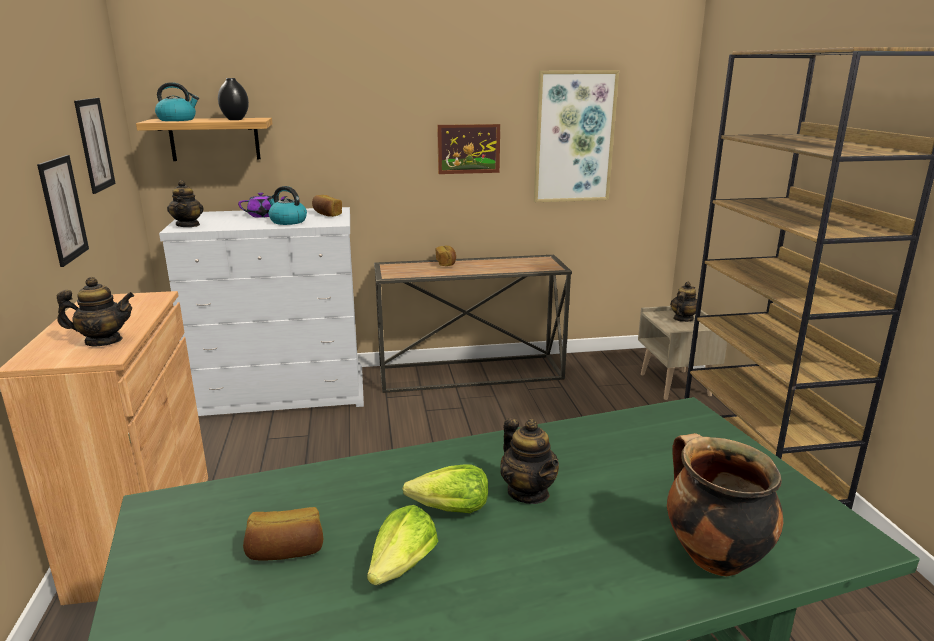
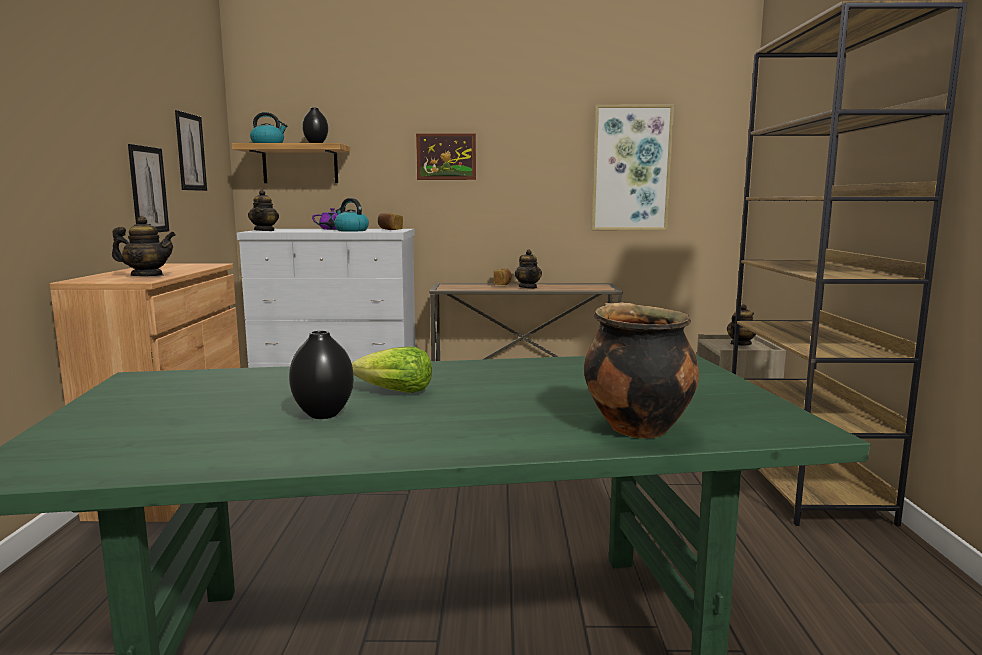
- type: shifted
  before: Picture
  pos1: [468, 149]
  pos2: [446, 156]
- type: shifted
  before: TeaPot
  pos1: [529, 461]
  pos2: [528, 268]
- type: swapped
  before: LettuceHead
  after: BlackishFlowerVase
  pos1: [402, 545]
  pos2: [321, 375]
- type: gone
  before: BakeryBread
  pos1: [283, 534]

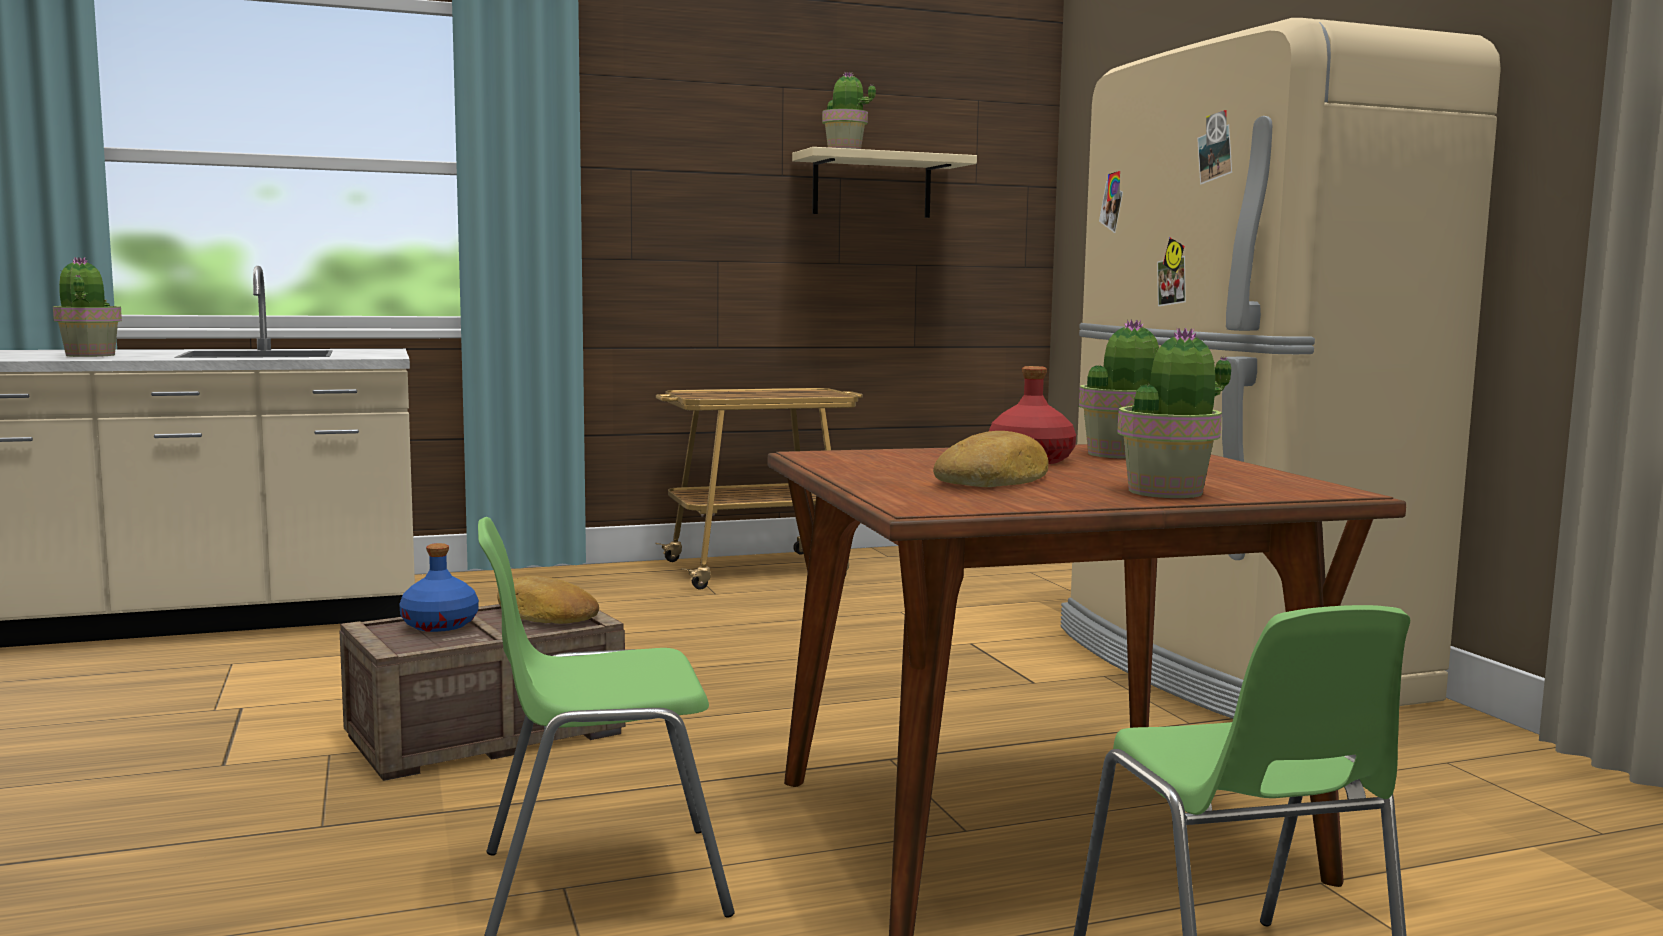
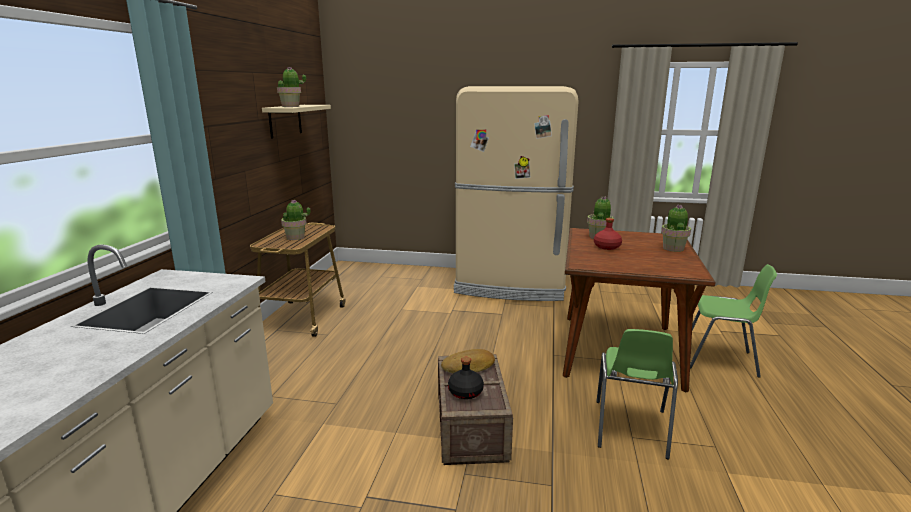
- type: shifted
  before: PlantInAPot
  pos1: [87, 307]
  pos2: [296, 220]
- type: gone
  before: BakeryBread
  pos1: [991, 459]
- type: repainted
  before: BlueBottle
  after: BlackishBottle
  pos1: [439, 587]
  pos2: [466, 378]

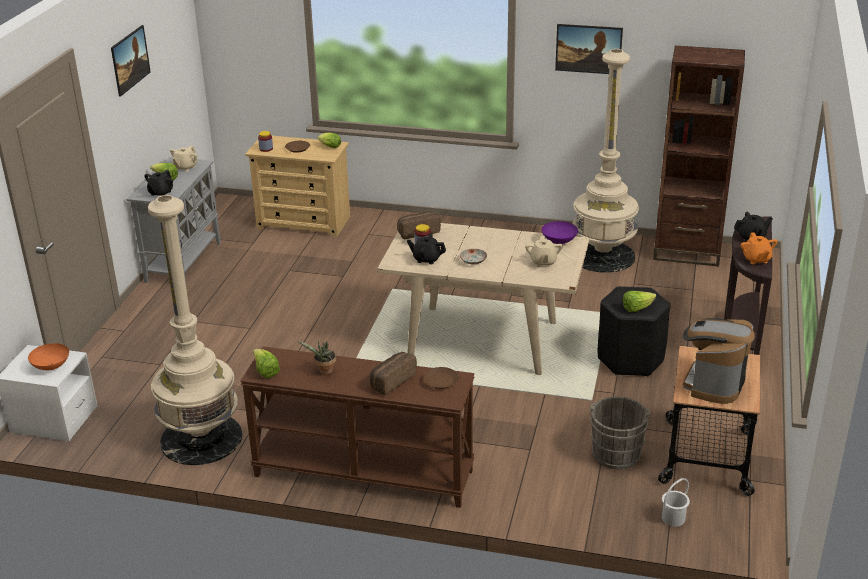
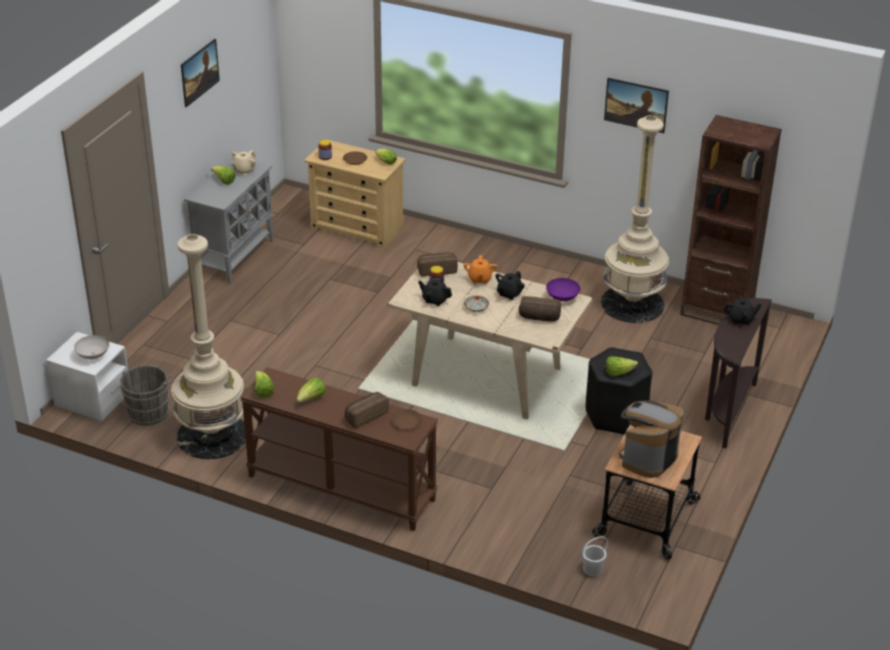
- type: shifted
  before: BlackishTeaPot
  pos1: [158, 183]
  pos2: [510, 285]
- type: shifted
  before: OrangeColouredTeaPot
  pos1: [759, 248]
  pos2: [480, 269]
- type: swapped
  before: BeigeColouredTeaPot
  after: BakeryBread
  pos1: [544, 251]
  pos2: [540, 308]
- type: swapped
  before: PlantInAPot
  after: LettuceHead
  pos1: [317, 358]
  pos2: [311, 390]
- type: repainted
  before: OrangeColouredDeepDish
  after: WhiteDeepDish
  pos1: [48, 356]
  pos2: [91, 347]
- type: shifted
  before: GreyishPail
  pos1: [620, 433]
  pos2: [147, 395]

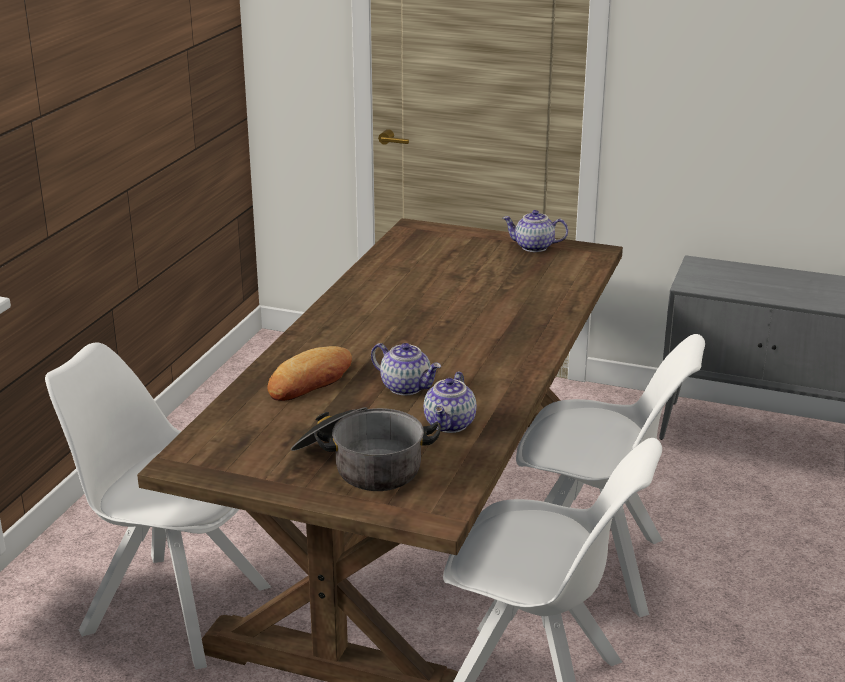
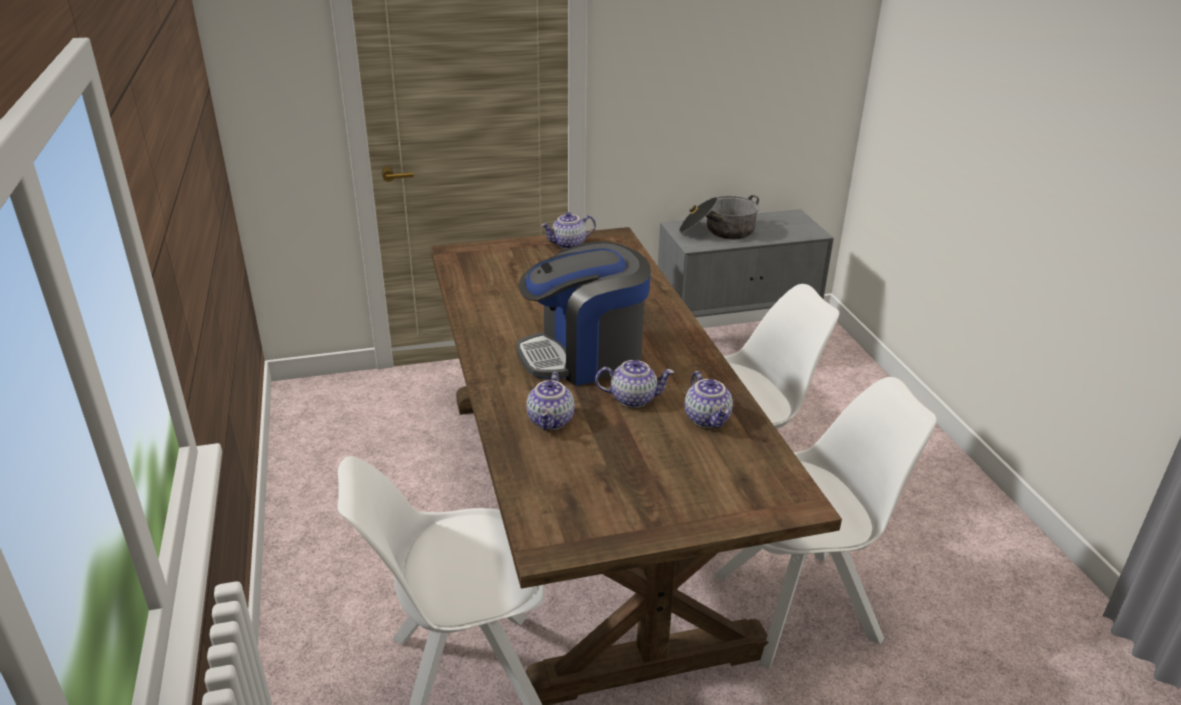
- type: swapped
  before: BakeryBread
  after: TeaPot
  pos1: [310, 373]
  pos2: [550, 401]
- type: shifted
  before: Saucepot
  pos1: [366, 449]
  pos2: [719, 217]
- type: new
  after: CoffeeMaker
  pos2: [584, 313]

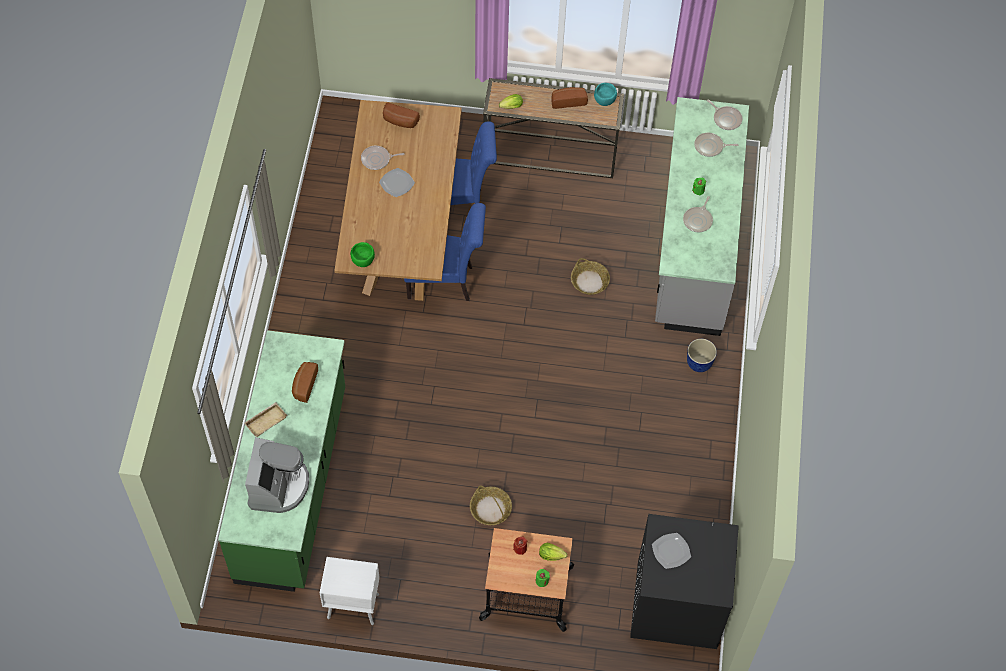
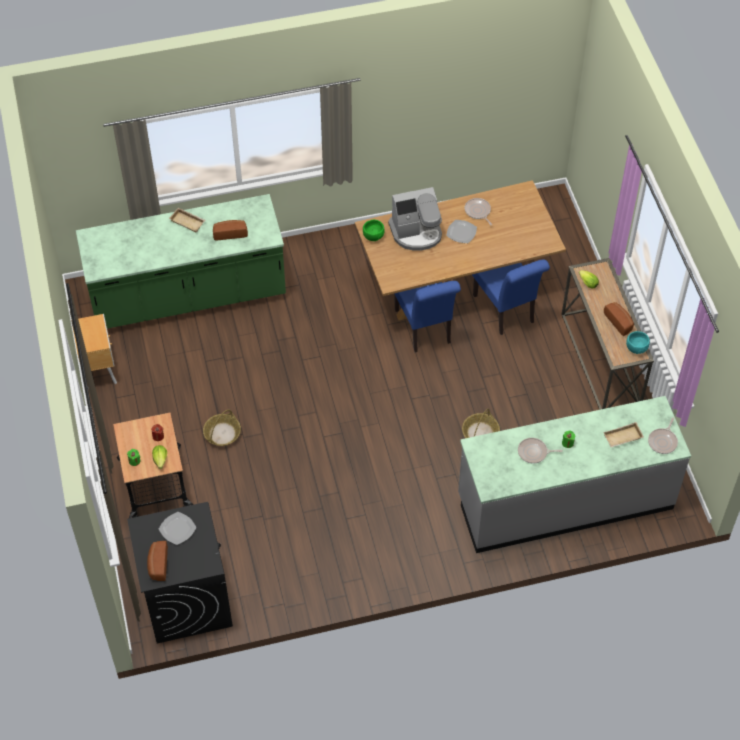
- type: shifted
  before: BakeryBread
  pos1: [401, 115]
  pos2: [157, 561]
- type: swapped
  before: Skillet
  after: BeigeColouredTray
  pos1: [716, 145]
  pos2: [623, 434]
- type: gone
  before: Planter
  pos1: [702, 355]
- type: shifted
  before: CoffeeMaker
  pos1: [277, 475]
  pos2: [415, 218]
- type: repainted
  before: WhiteBedsideTable
  after: BrownishBedsideTable
  pos1: [350, 591]
  pos2: [94, 349]

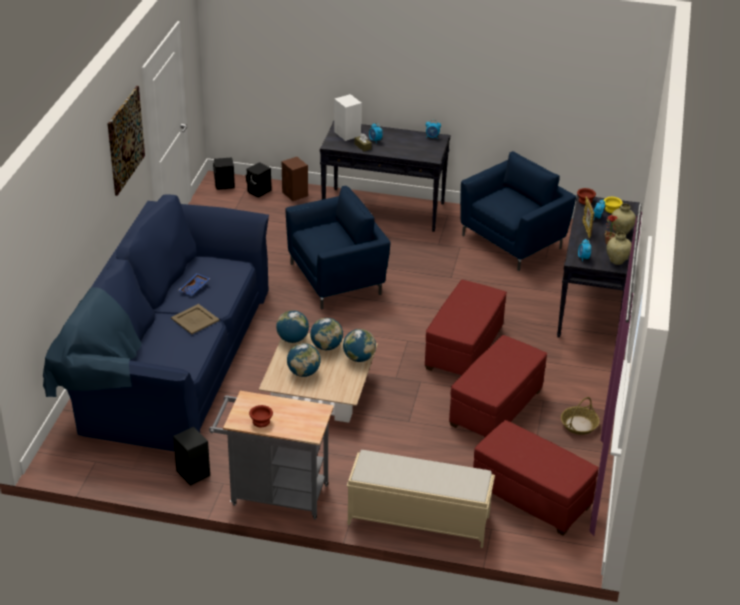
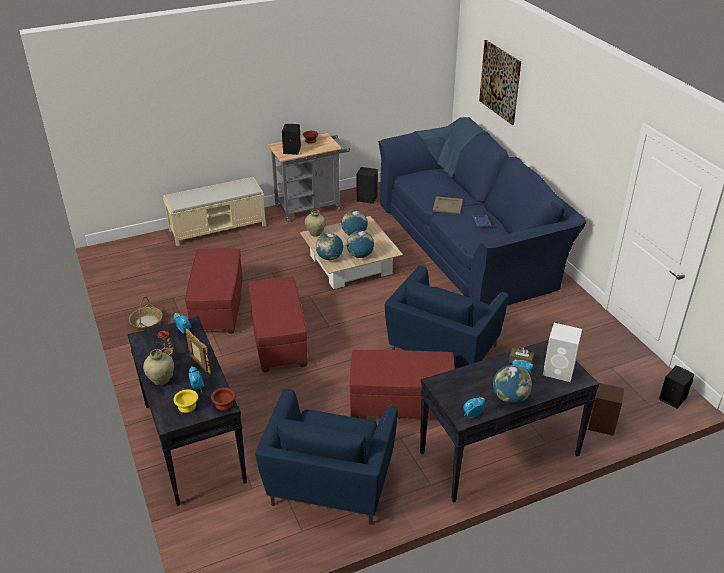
- type: shifted
  before: Picture
  pos1: [126, 141]
  pos2: [500, 82]
- type: shifted
  before: BlackishLoudspeaker
  pos1: [259, 180]
  pos2: [291, 139]
- type: shifted
  before: BeigeColouredFlowerVase
  pos1: [619, 248]
  pos2: [315, 223]
- type: shifted
  before: Globe
  pos1: [292, 326]
  pos2: [512, 384]
- type: shifted
  before: ReddishOttoman
  pos1: [536, 478]
  pos2: [402, 384]

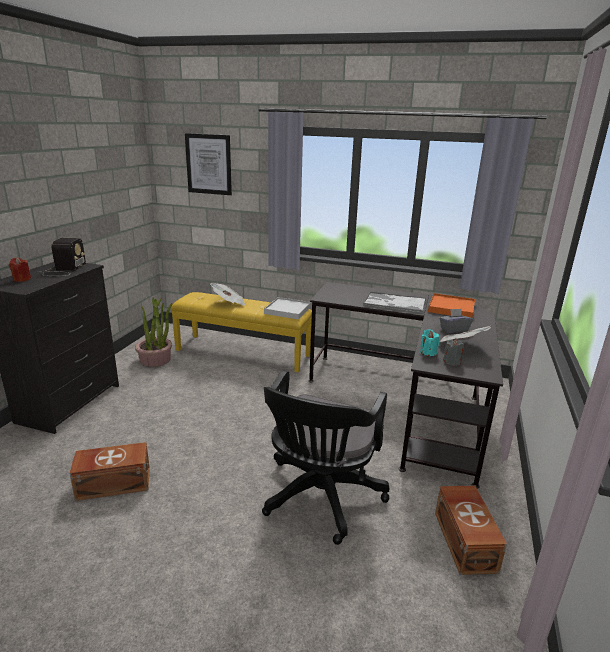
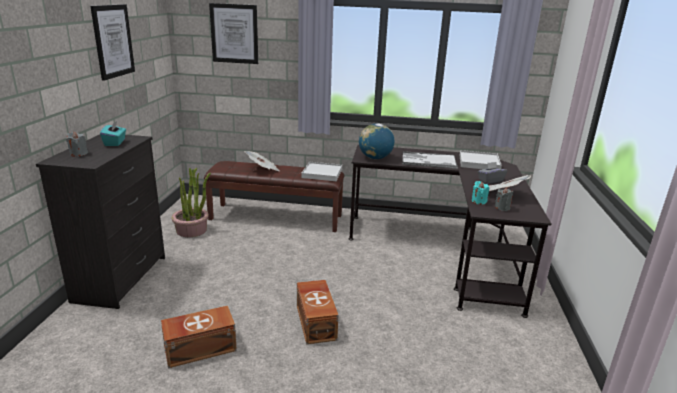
- type: swapped
  before: RadioSet
  after: BlueGreenBoxOfTissues
  pos1: [62, 257]
  pos2: [113, 133]
- type: repainted
  before: ReddishCandle
  after: GreyishCandle
  pos1: [20, 269]
  pos2: [77, 144]
- type: repainted
  before: YellowishLongSeat
  after: BrownishLongSeat
  pos1: [241, 332]
  pos2: [274, 196]
- type: repainted
  before: OrangeColouredTray
  after: WhiteTray
  pos1: [451, 305]
  pos2: [481, 159]
- type: gone
  before: BlackishOfficeChair
  pos1: [326, 457]
- type: shifted
  before: BrownishStorageBox
  pos1: [471, 530]
  pos2: [317, 312]
- type: new
  after: Picture
  pos2: [112, 42]
- type: new
  after: Globe
  pos2: [376, 141]

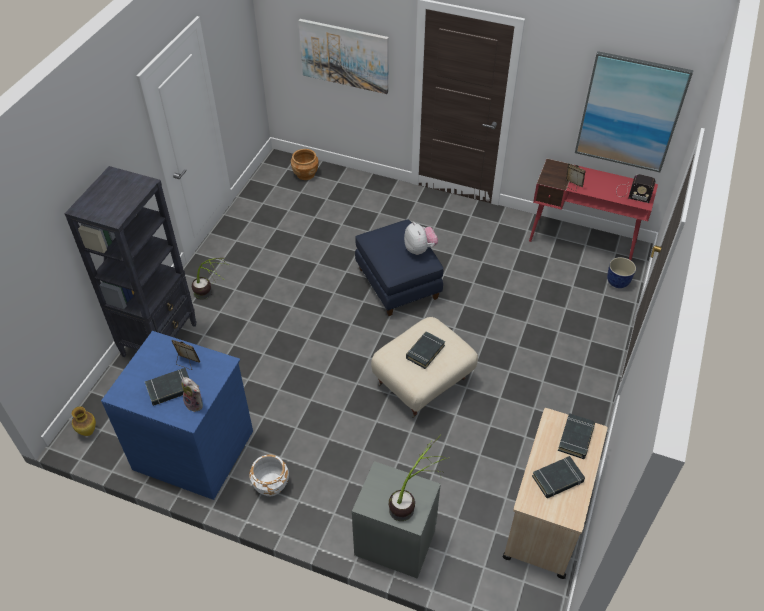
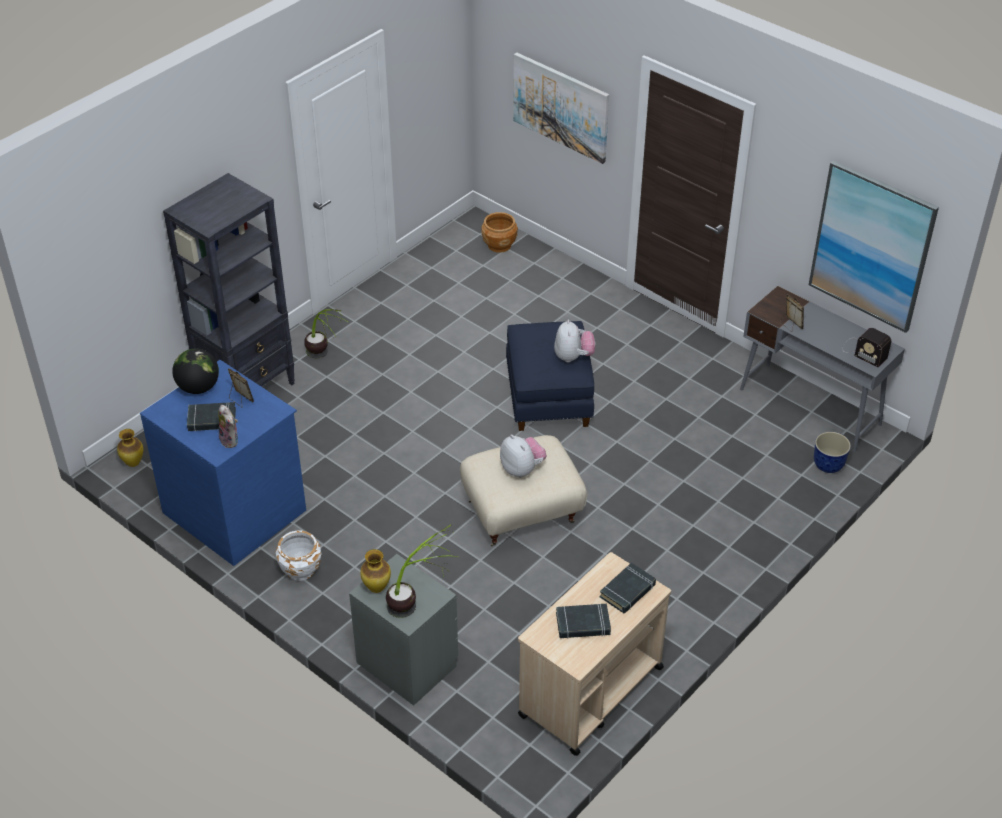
- type: repainted
  before: ReddishDeskUnit
  after: GreyishDeskUnit
  pos1: [593, 209]
  pos2: [822, 369]
- type: swapped
  before: BlackishBoundBook
  after: PlushToy
  pos1: [425, 350]
  pos2: [523, 456]
- type: new
  after: Globe
  pos2: [195, 371]
- type: new
  after: FlowerVase
  pos2: [375, 571]

